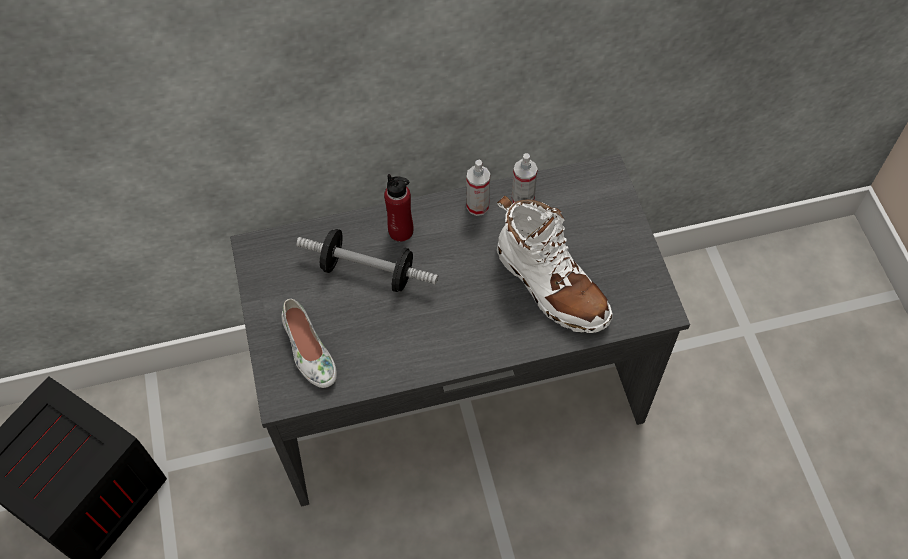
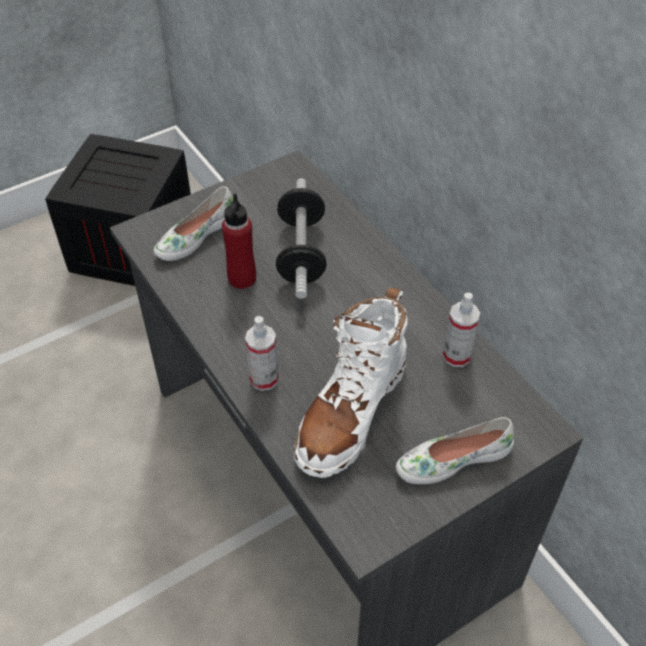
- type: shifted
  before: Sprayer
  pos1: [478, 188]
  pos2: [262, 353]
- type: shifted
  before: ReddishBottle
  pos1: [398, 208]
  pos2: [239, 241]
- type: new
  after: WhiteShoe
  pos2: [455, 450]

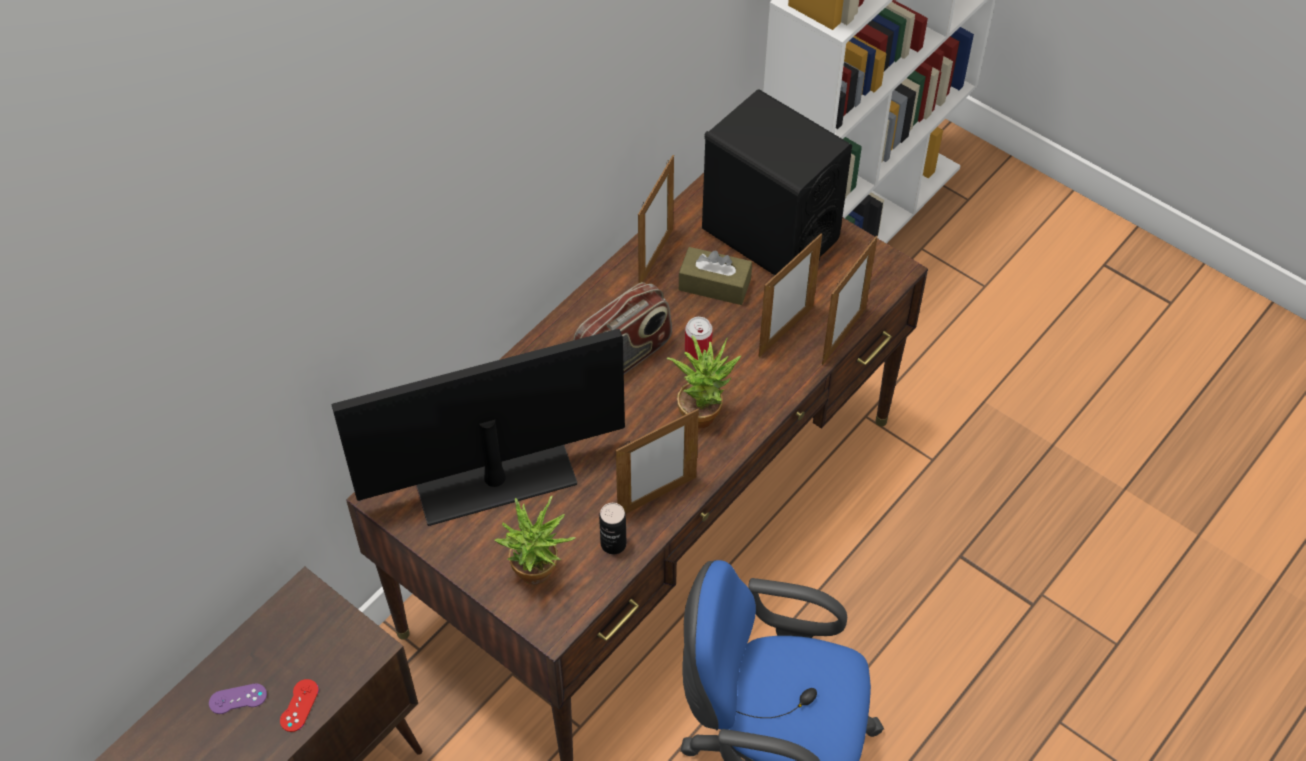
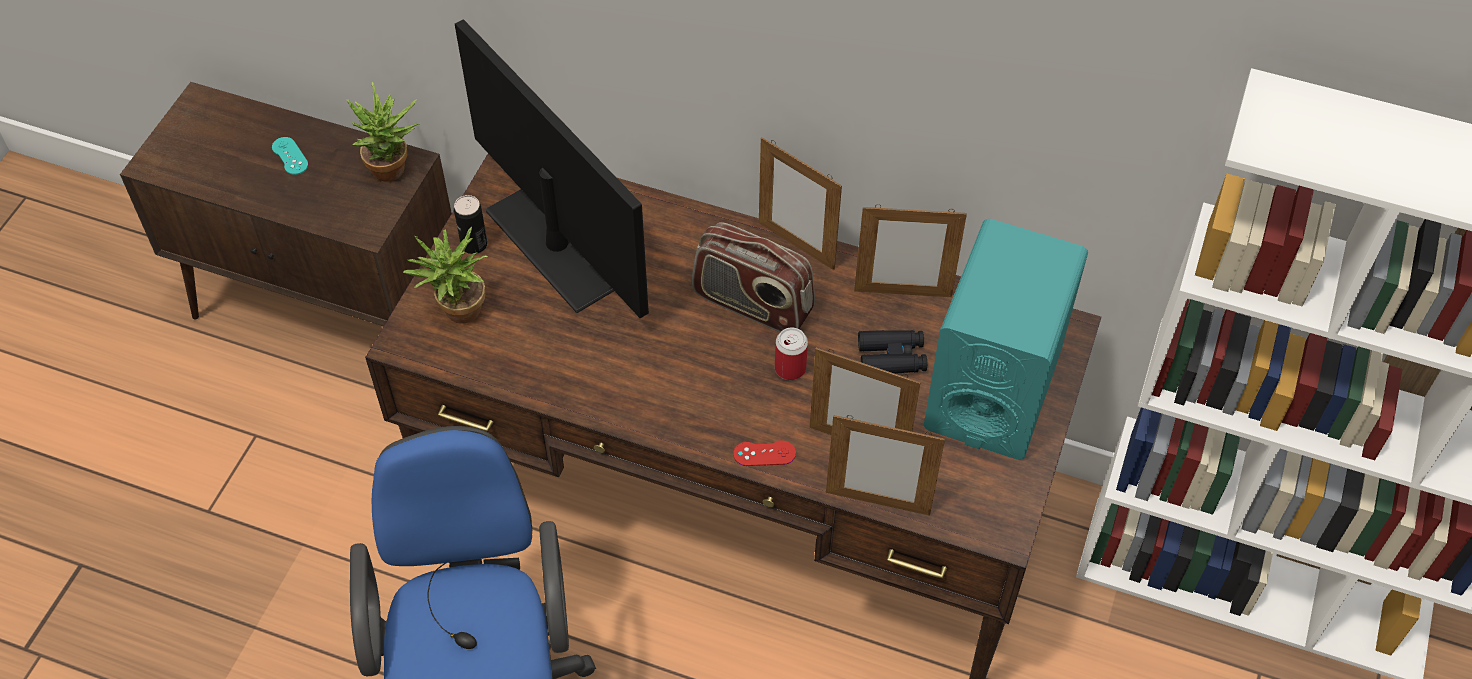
- type: repainted
  before: BlackishLoudspeaker
  after: BlueGreenLoudspeaker
  pos1: [777, 182]
  pos2: [1006, 339]
- type: swapped
  before: BrownishBoxOfTissues
  after: BlackishFieldGlasses
  pos1: [715, 276]
  pos2: [892, 352]
- type: shifted
  before: PlantInAPot
  pos1: [704, 382]
  pos2: [383, 131]
- type: shifted
  before: StandingFrame
  pos1: [657, 461]
  pos2: [800, 203]
- type: shifted
  before: MetalCan
  pos1: [612, 528]
  pos2: [471, 224]
- type: shifted
  before: ReddishJoypad
  pos1: [299, 705]
  pos2: [764, 453]
- type: repainted
  before: PurpleColouredJoypad
  after: BlueGreenJoypad
  pos1: [238, 698]
  pos2: [290, 156]

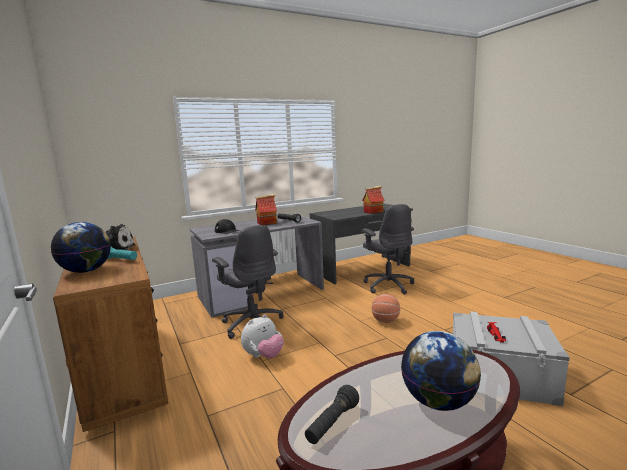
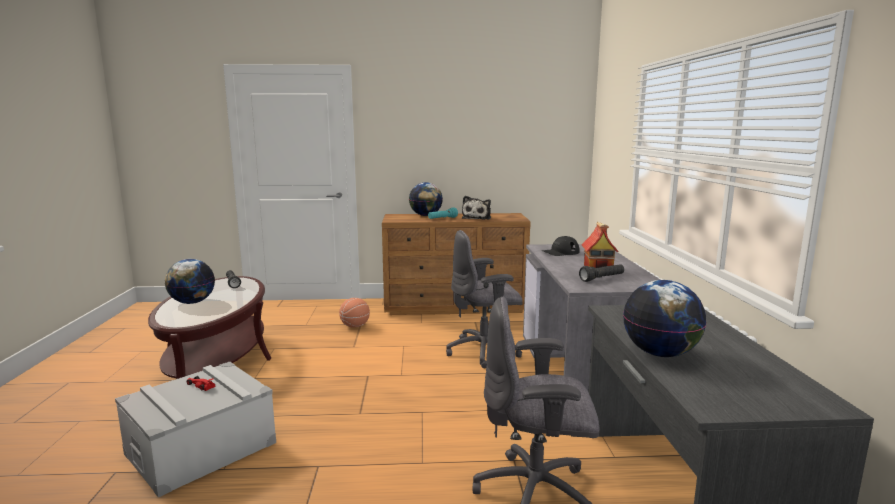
- type: swapped
  before: MiniatureHouse
  after: Globe
  pos1: [373, 200]
  pos2: [664, 318]
- type: shifted
  before: BasketballBall
  pos1: [386, 308]
  pos2: [354, 313]
- type: gone
  before: PlushToy
  pos1: [262, 336]

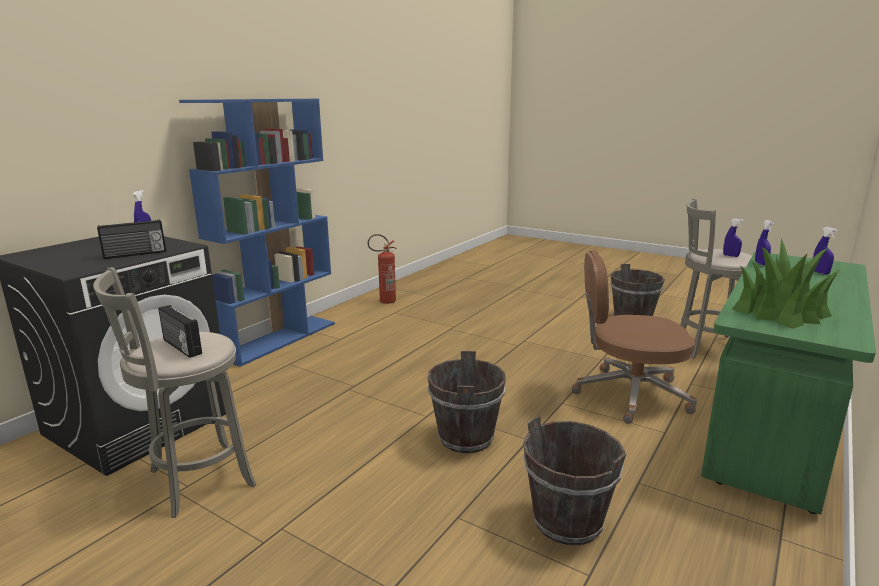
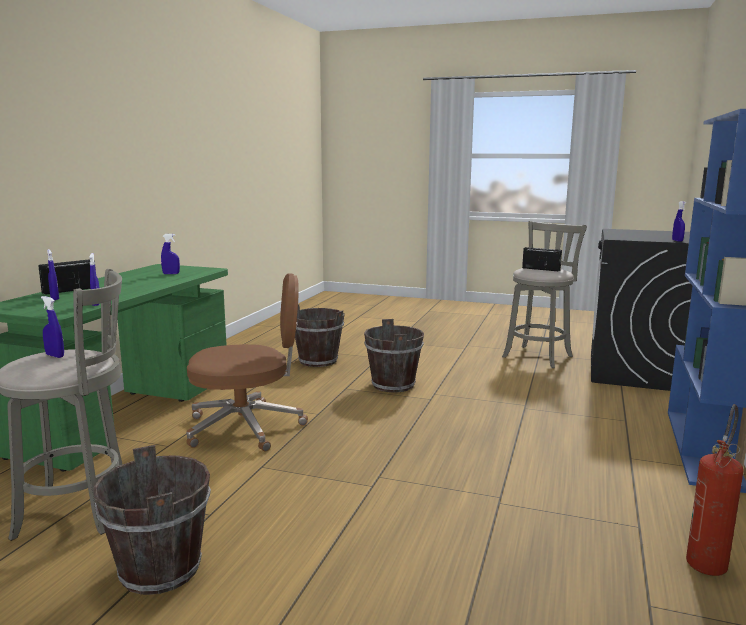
- type: shifted
  before: RadioSet
  pos1: [131, 239]
  pos2: [67, 277]
- type: swapped
  before: PlantInAPot
  after: BlueSprayer
  pos1: [786, 284]
  pos2: [170, 254]

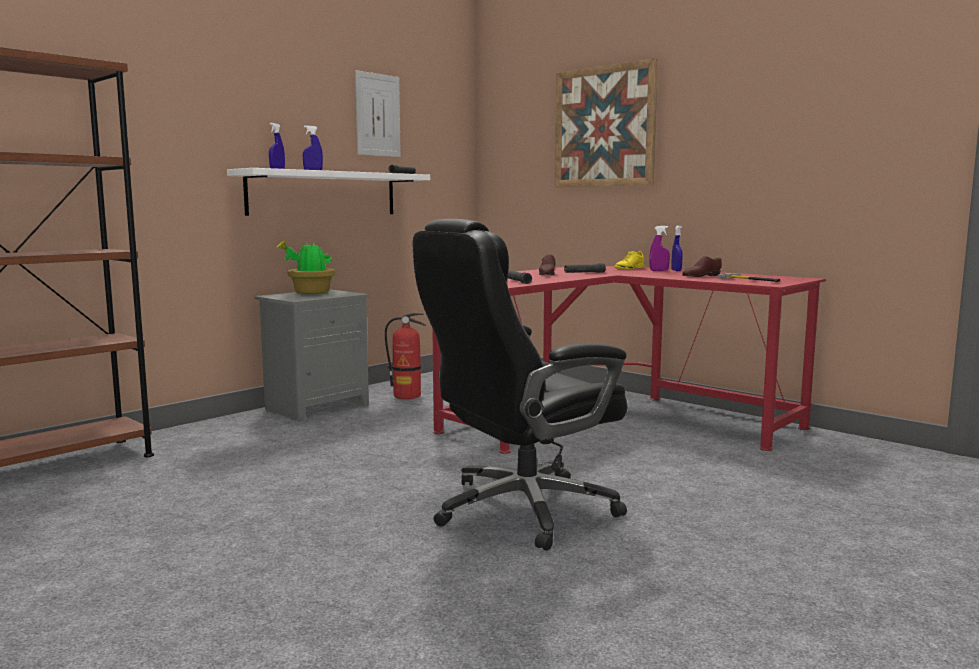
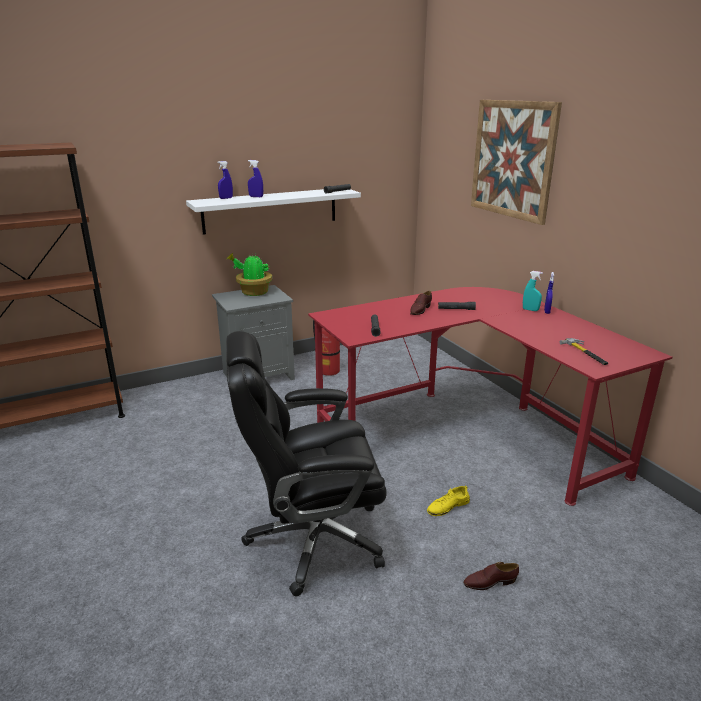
- type: gone
  before: Picture
  pos1: [378, 113]
- type: repainted
  before: PurpleColouredSprayer
  after: BlueGreenSprayer
  pos1: [659, 248]
  pos2: [533, 291]
- type: shifted
  before: YellowishShoe
  pos1: [629, 260]
  pos2: [448, 500]
- type: shifted
  before: BrownishShoe
  pos1: [702, 266]
  pos2: [491, 576]

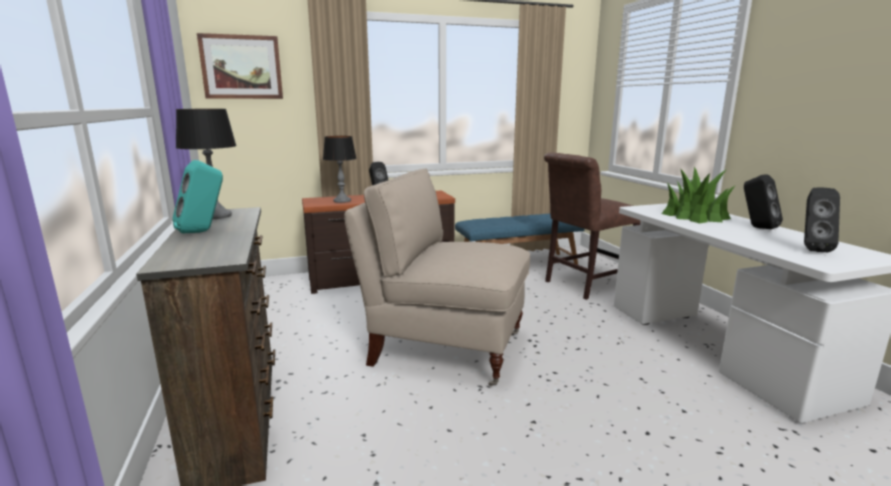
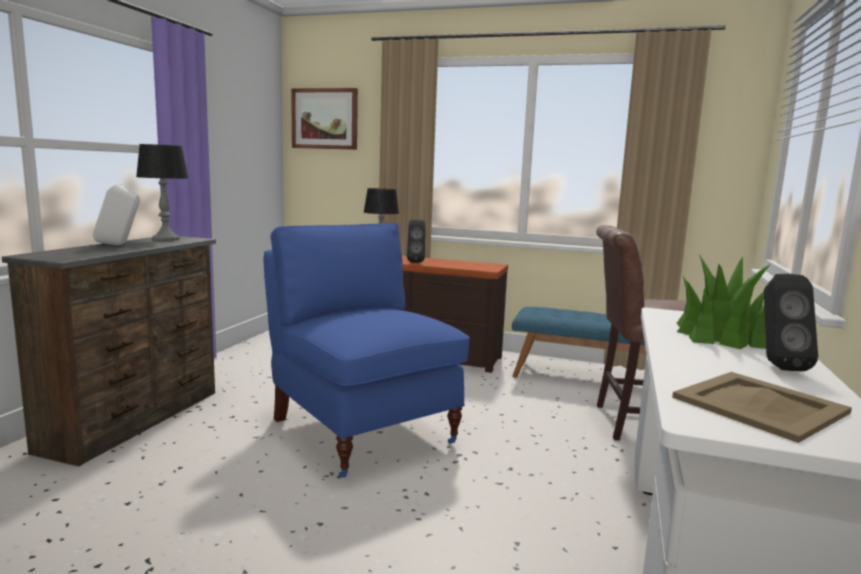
- type: repainted
  before: BlueGreenLoudspeaker
  after: WhiteLoudspeaker
  pos1: [197, 197]
  pos2: [116, 214]
- type: repainted
  before: BeigeColouredUprightChair
  after: BlueUprightChair
  pos1: [437, 277]
  pos2: [366, 350]
- type: swapped
  before: BlackishLoudspeaker
  after: BeigeColouredTray
  pos1: [822, 220]
  pos2: [762, 407]

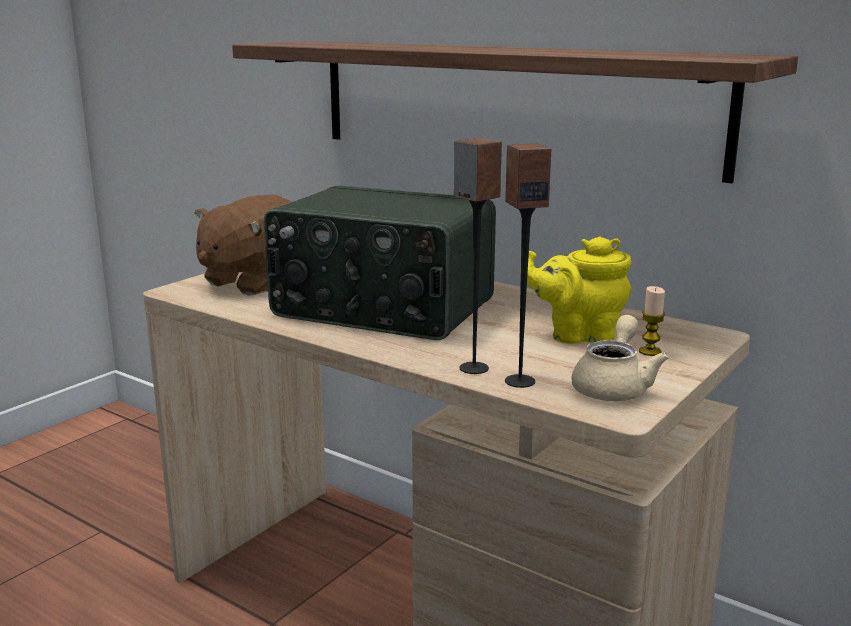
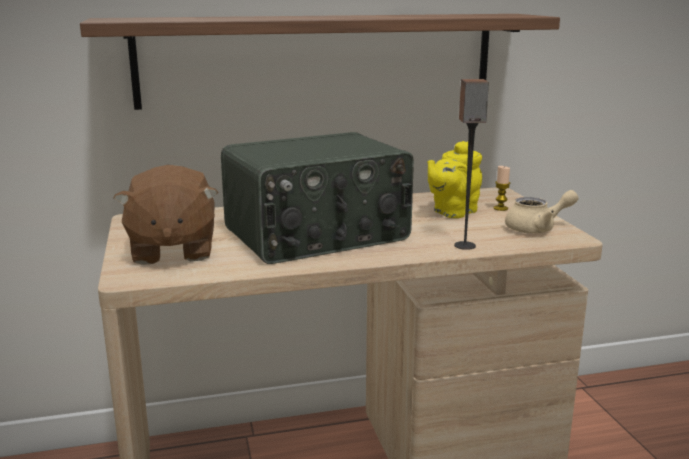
- type: gone
  before: Loudspeaker
  pos1: [528, 266]
- type: rotated
  before: BeigeColouredTeaPot
  pos1: [620, 358]
  pos2: [541, 212]
  turn: 105

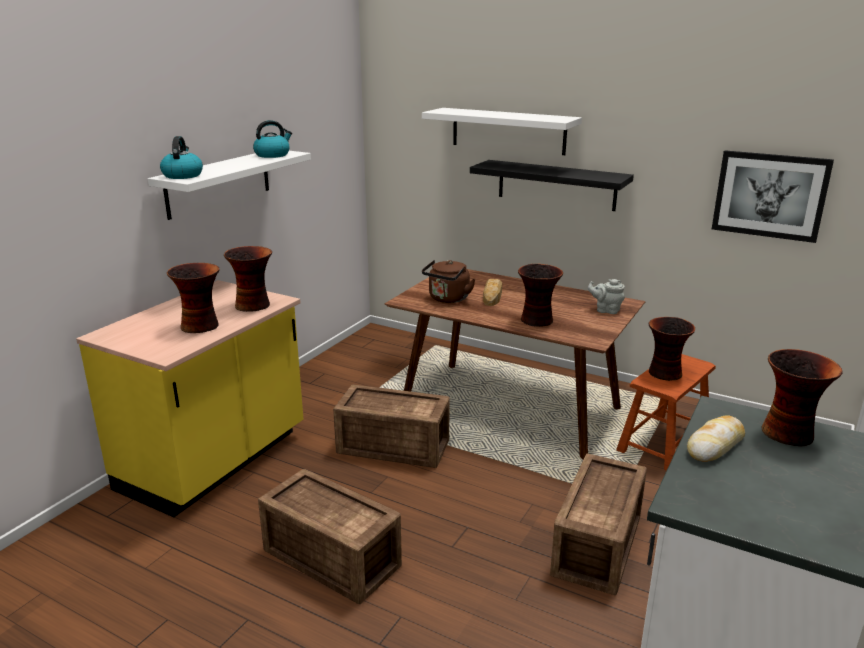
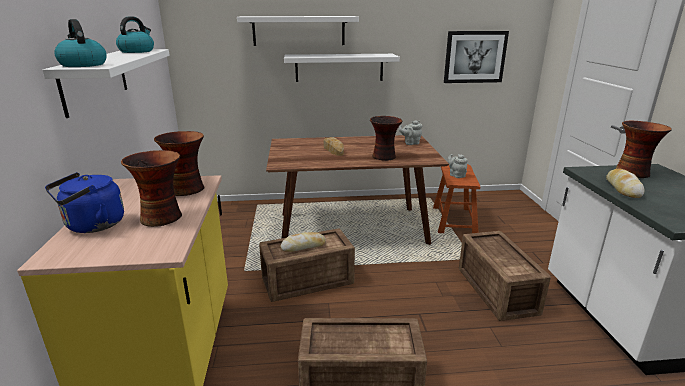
- type: repainted
  before: BlackishShelf
  after: WhiteShelf
  pos1: [552, 185]
  pos2: [342, 68]
- type: gone
  before: BrownishKettle
  pos1: [449, 281]
- type: swapped
  before: FlowerVase
  after: GreyishTeaPot
  pos1: [672, 349]
  pos2: [458, 166]
- type: new
  after: BlueKettle
  pos2: [84, 202]
- type: new
  after: BakeryBread
  pos2: [303, 242]

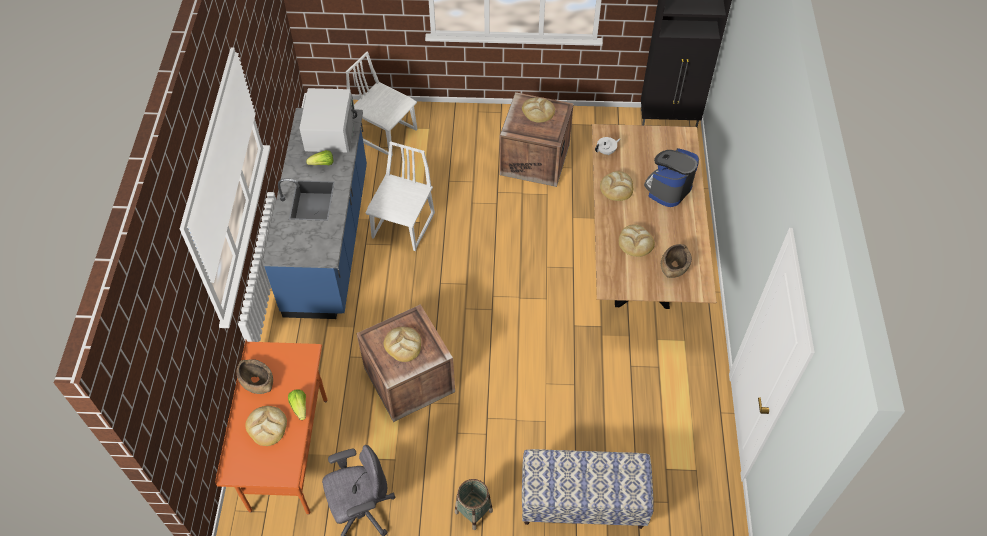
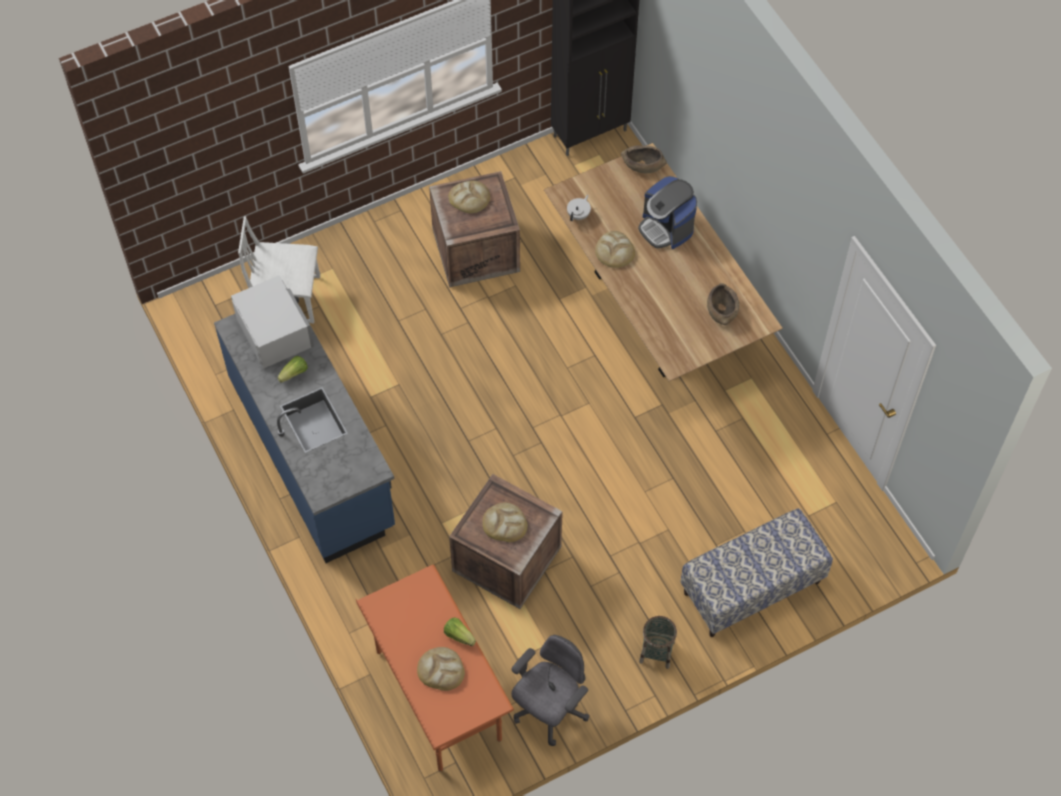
- type: gone
  before: WhiteUprightChair
  pos1: [400, 196]
- type: rotated
  before: CoffeeMaker
  pos1: [671, 177]
  pos2: [667, 212]
  turn: -45
- type: gone
  before: BakeryBread
  pos1: [637, 240]
- type: shifted
  before: BrownishDeepDish
  pos1: [255, 376]
  pos2: [644, 159]

